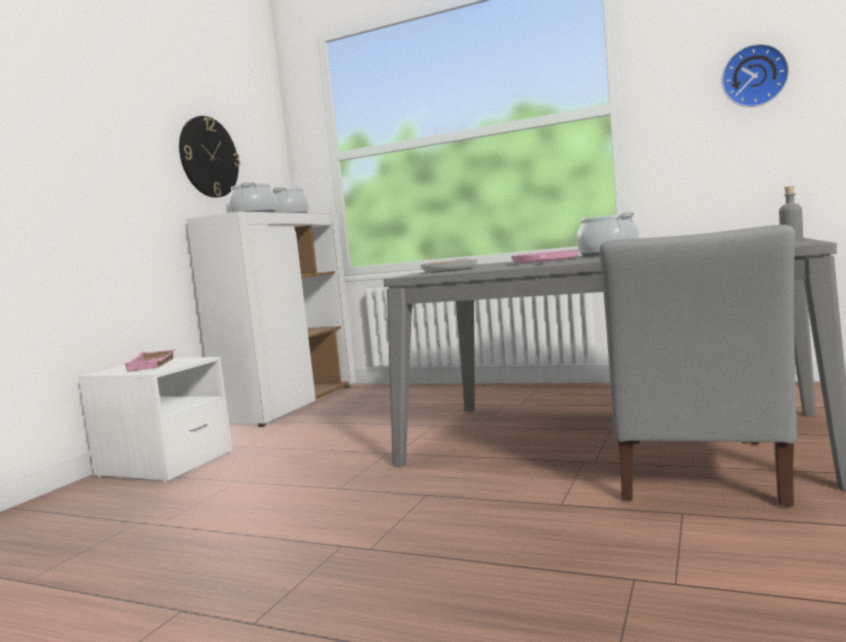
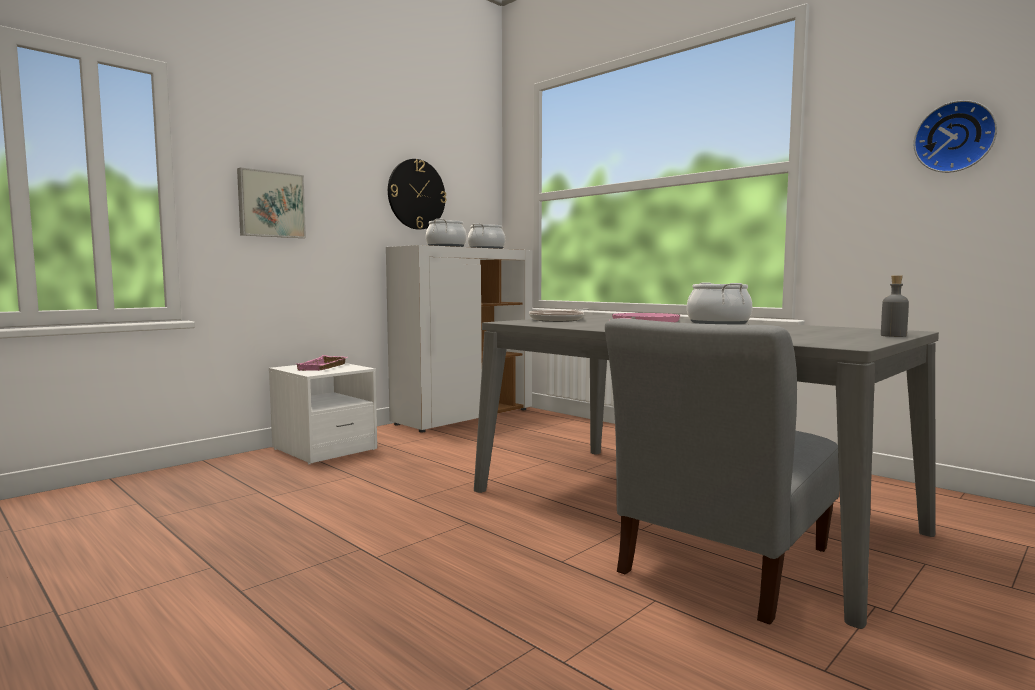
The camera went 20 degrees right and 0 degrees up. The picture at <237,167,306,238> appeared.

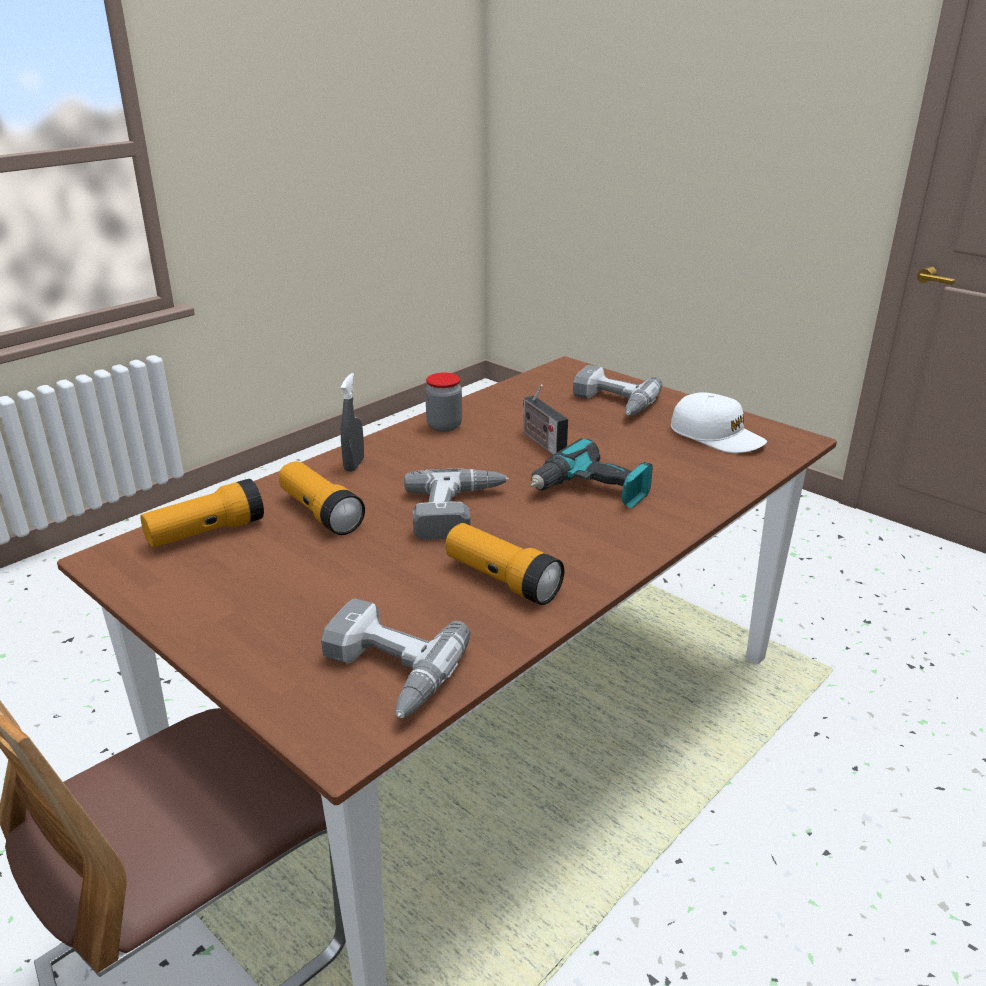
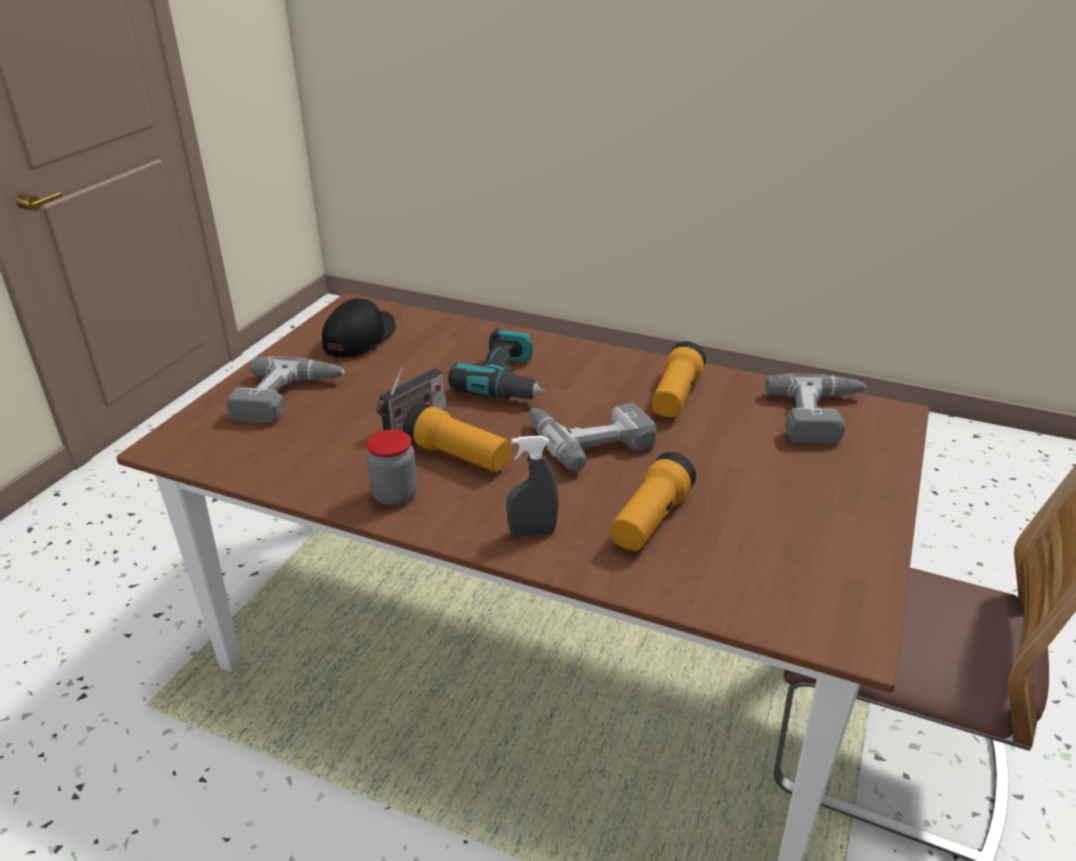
The camera went 110 degrees left and 5 degrees up. The flashlight moved from <140,479,264,548> to <403,403,511,472>. The white cap at <671,392,767,453> became the black cap at <322,298,396,358>.

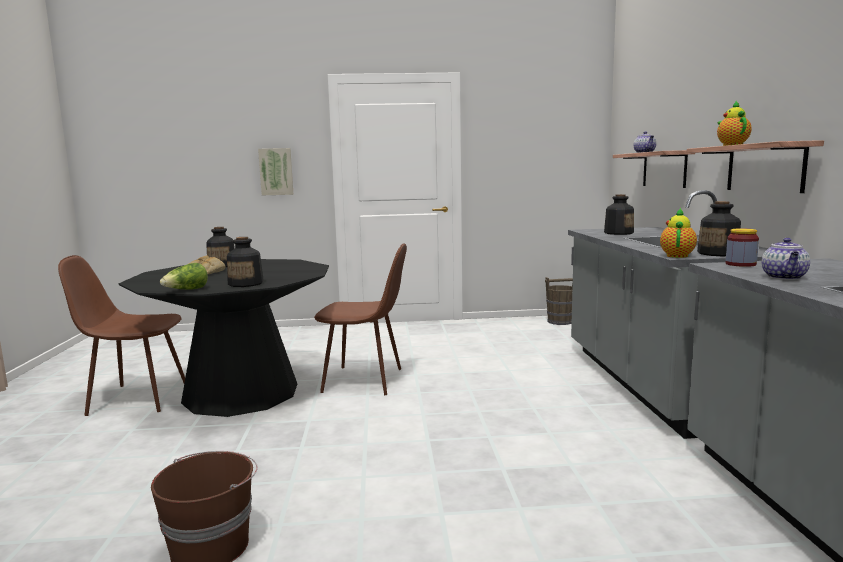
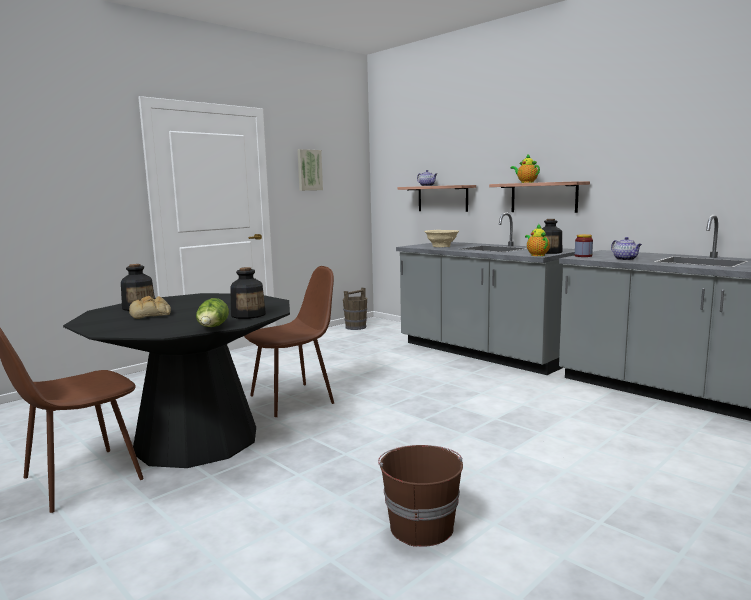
The camera went 40 degrees left and 0 degrees up. The picture moved from <258,148,294,195> to <297,149,323,191>. The bottle at <604,194,634,235> was replaced by the beige bowl at <424,230,459,247>.

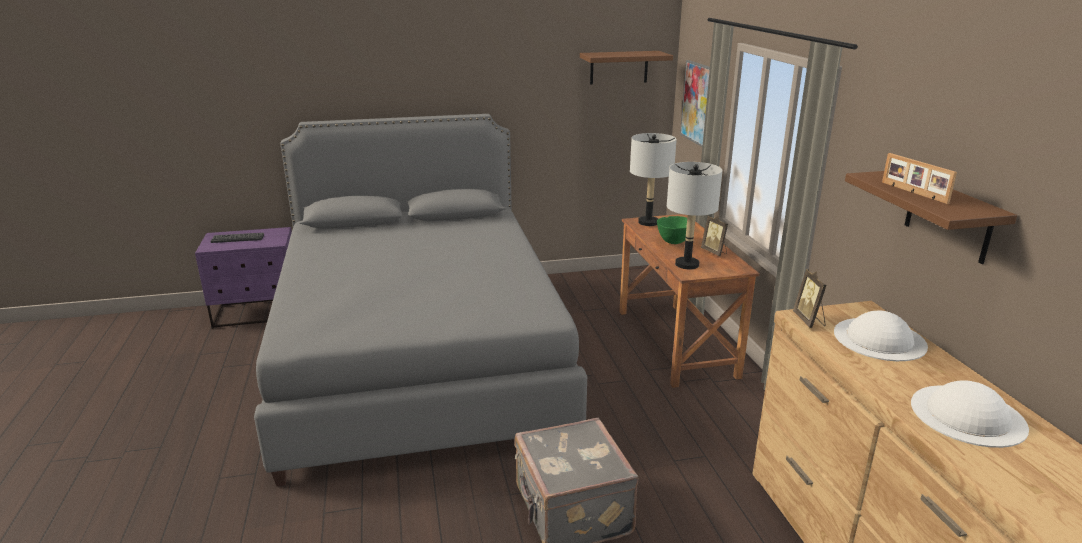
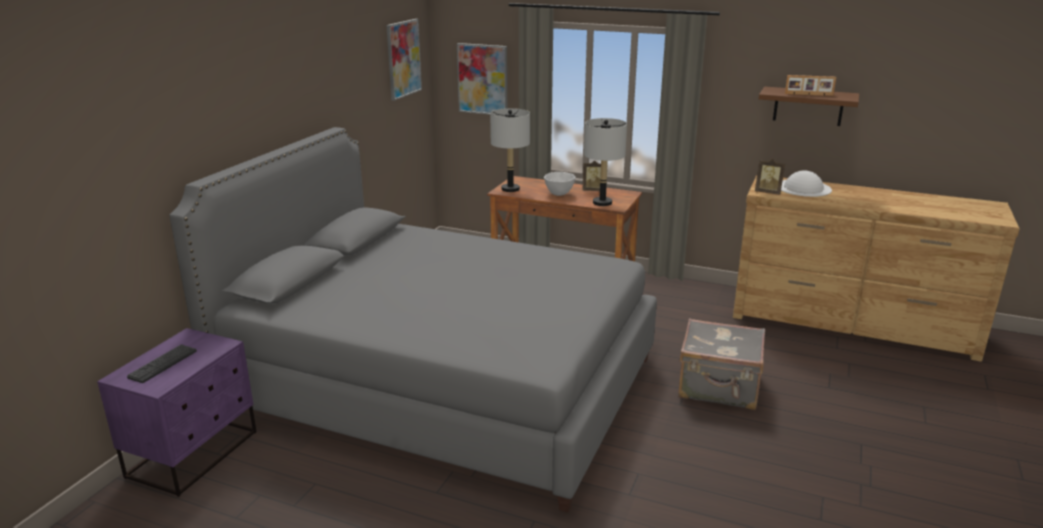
The camera went 55 degrees left and 0 degrees up. The brown shelf at <580,51,673,85> was replaced by the picture at <386,19,422,101>. The green bowl at <657,216,687,244> became the white bowl at <544,172,576,196>. The white hat at <911,380,1029,448> disappeared.

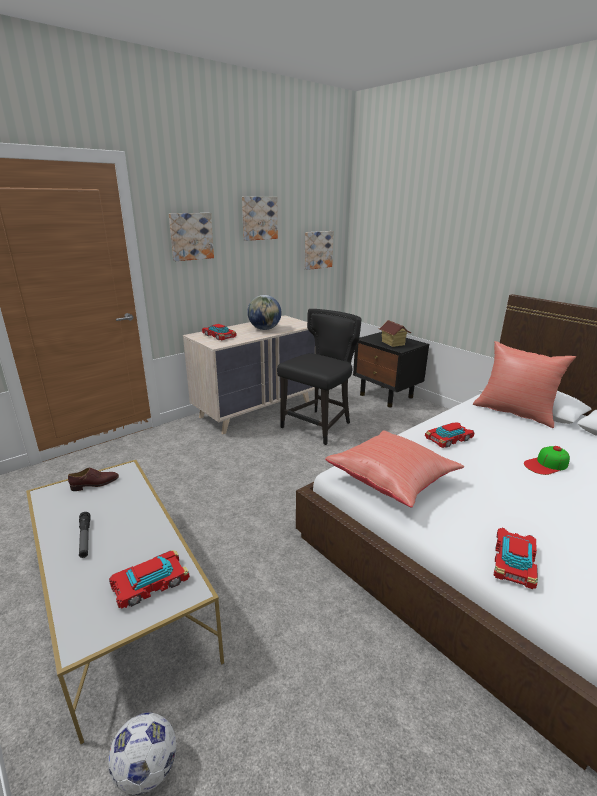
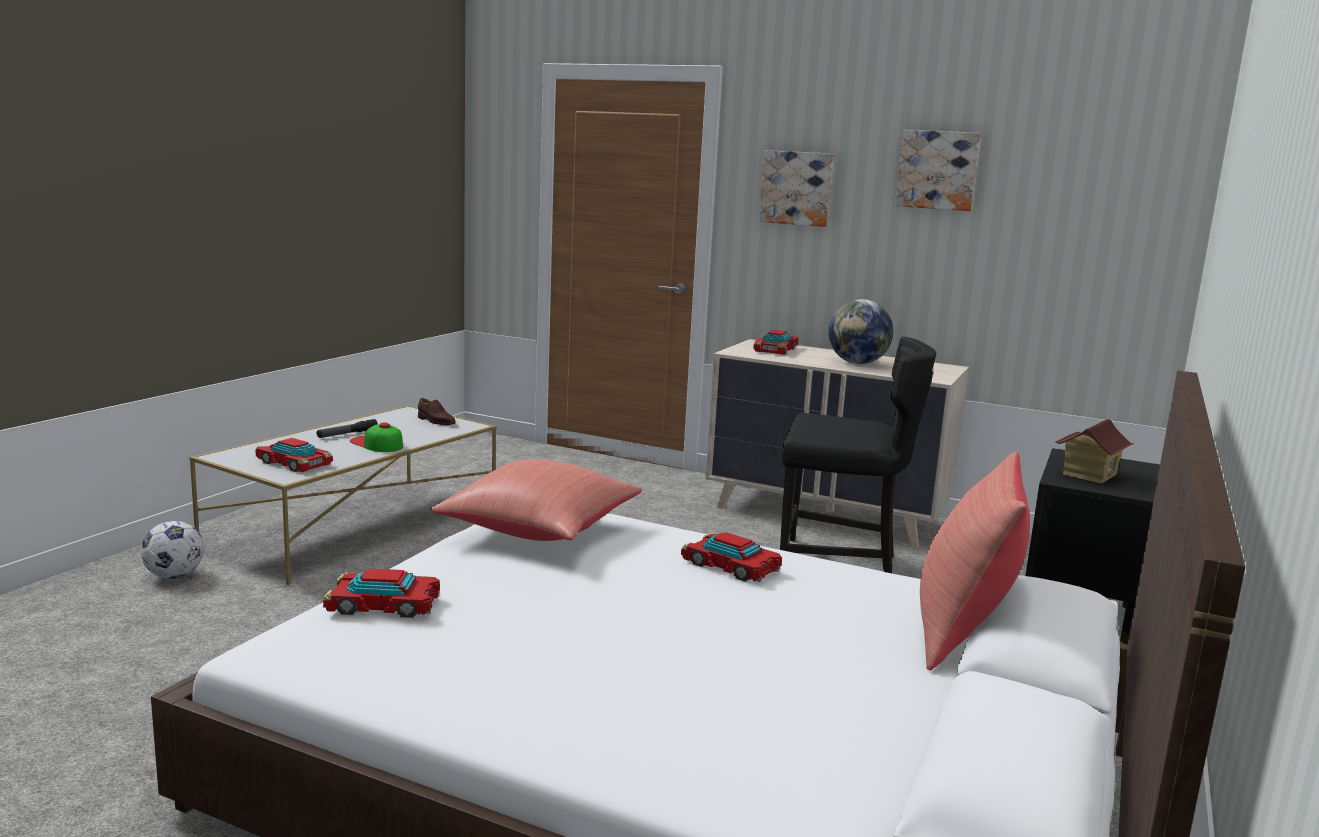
The camera went 65 degrees right and 10 degrees down. The picture at <305,231,334,270> disappeared. The cap moved from <524,446,570,475> to <350,422,403,452>.

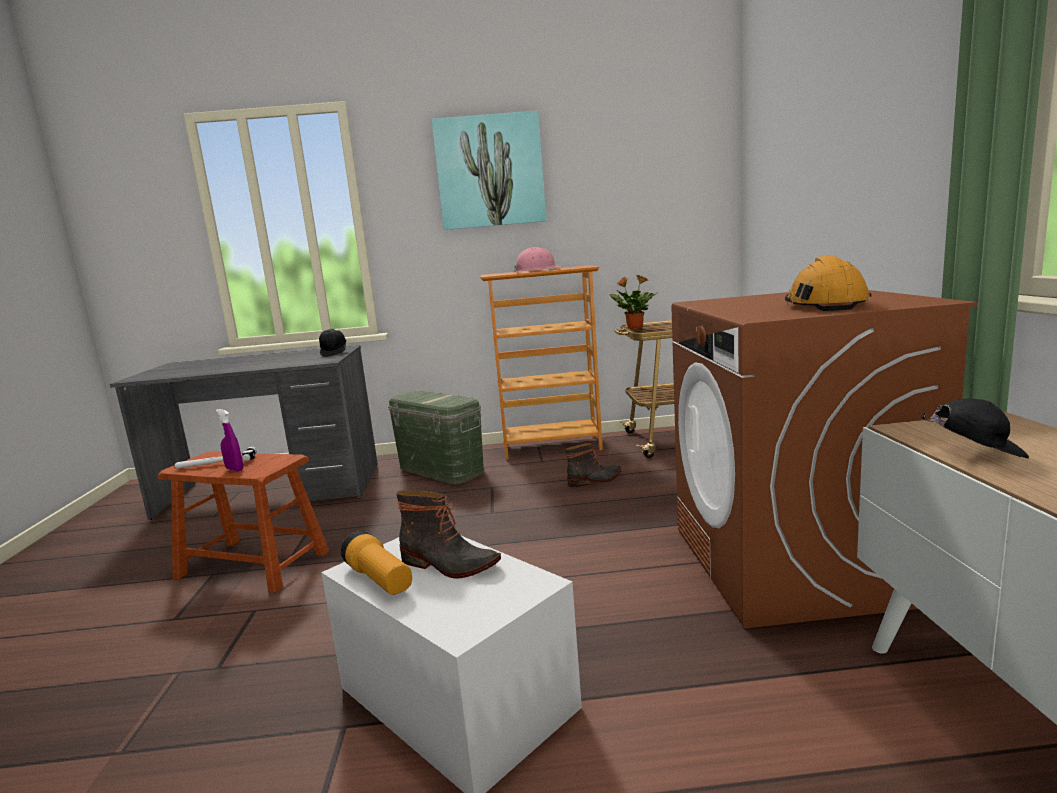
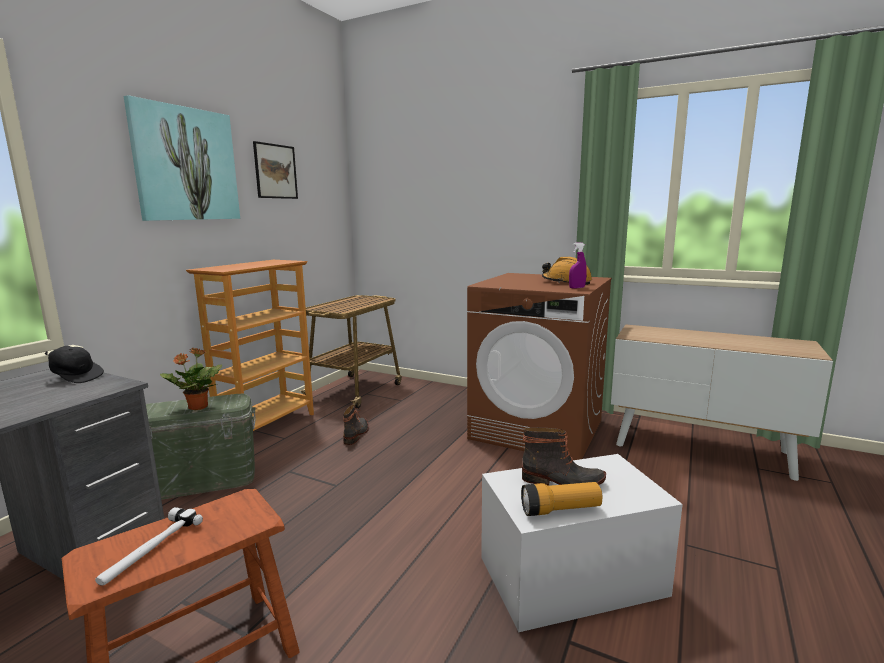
The camera went 60 degrees left and 0 degrees up. The purple spray bottle moved from <216,409,243,472> to <569,243,587,288>. The boot at <396,490,501,578> turned 45 degrees clockwise. The pink hard hat at <514,247,563,272> disappeared. The potted plant moved from <610,275,657,329> to <160,347,222,410>. The black cap at <921,398,1029,458> disappeared. The picture at <253,141,298,199> appeared.

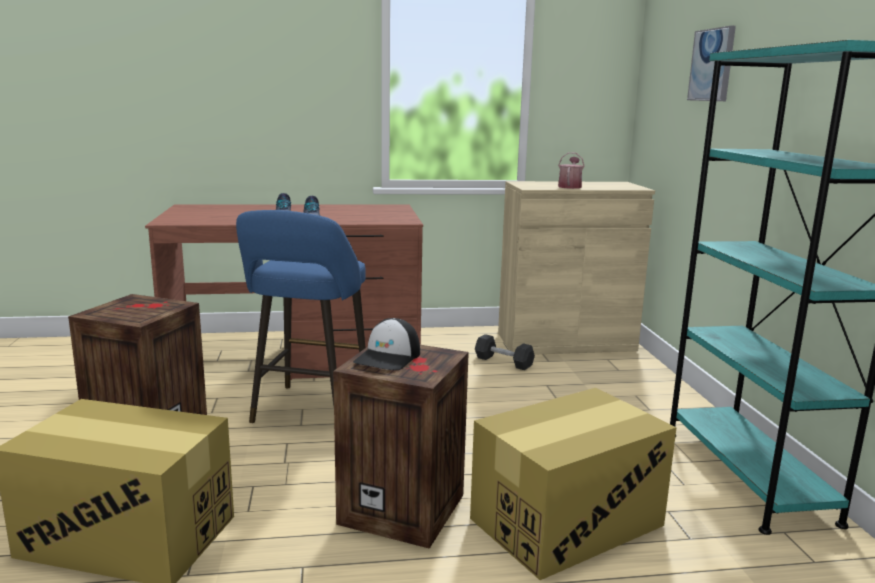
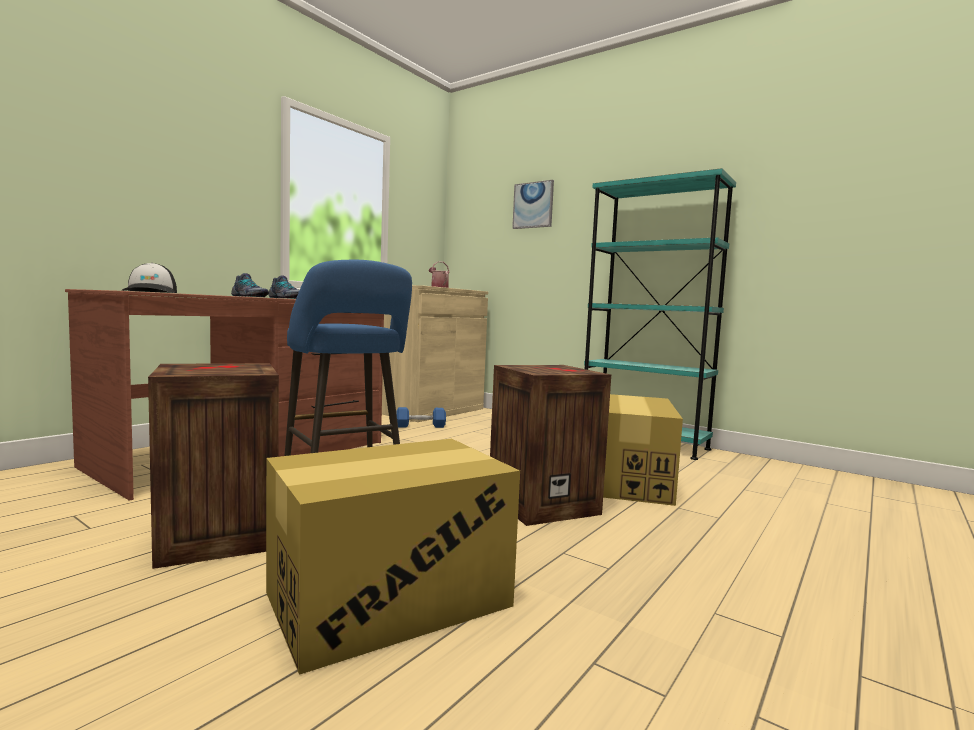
The camera went 45 degrees left and 10 degrees down. The cap moved from <353,318,420,370> to <122,263,177,293>. The black dumbbell at <475,334,535,370> became the blue dumbbell at <396,407,446,428>.

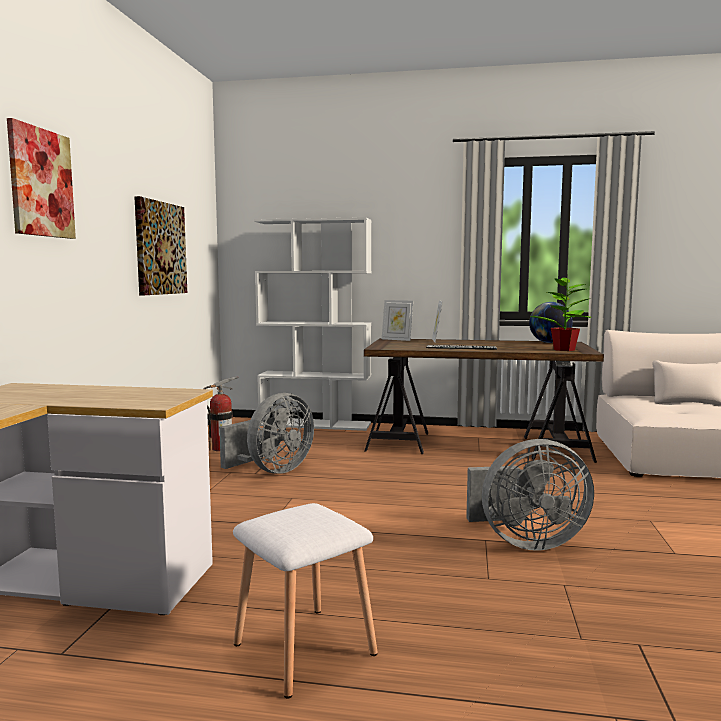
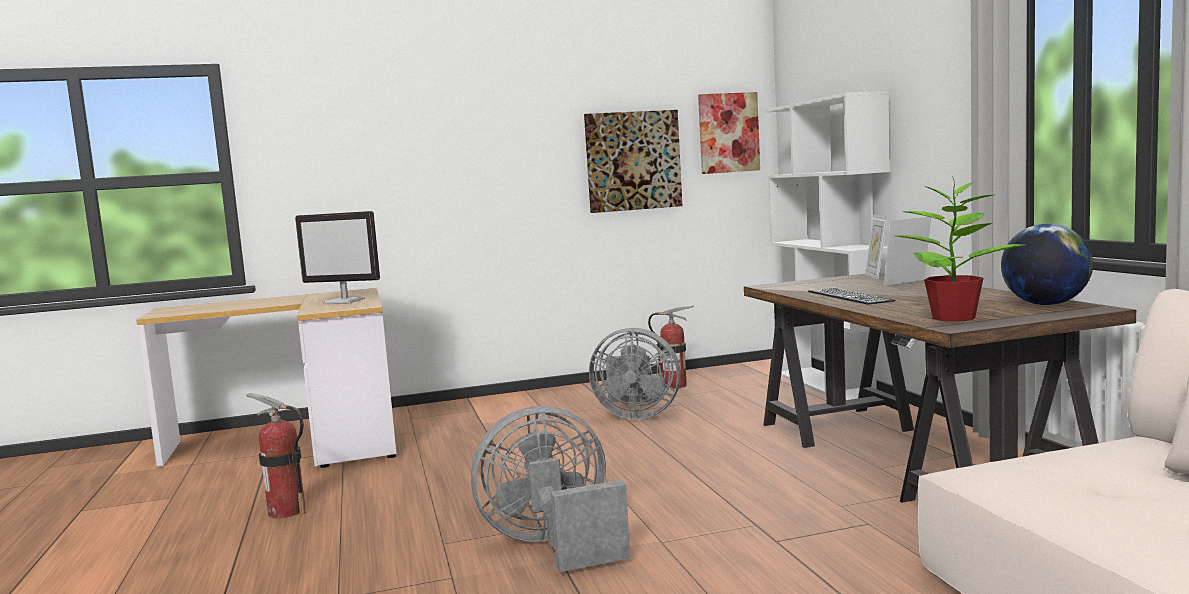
The camera went 65 degrees right and 0 degrees up. The picture moved from <7,118,76,239> to <698,92,760,174>. The white stool at <233,503,378,698> was replaced by the fire extinguisher at <246,393,305,518>. The grey fan at <466,439,594,551> turned 105 degrees clockwise. The monitor at <295,211,380,304> appeared.

